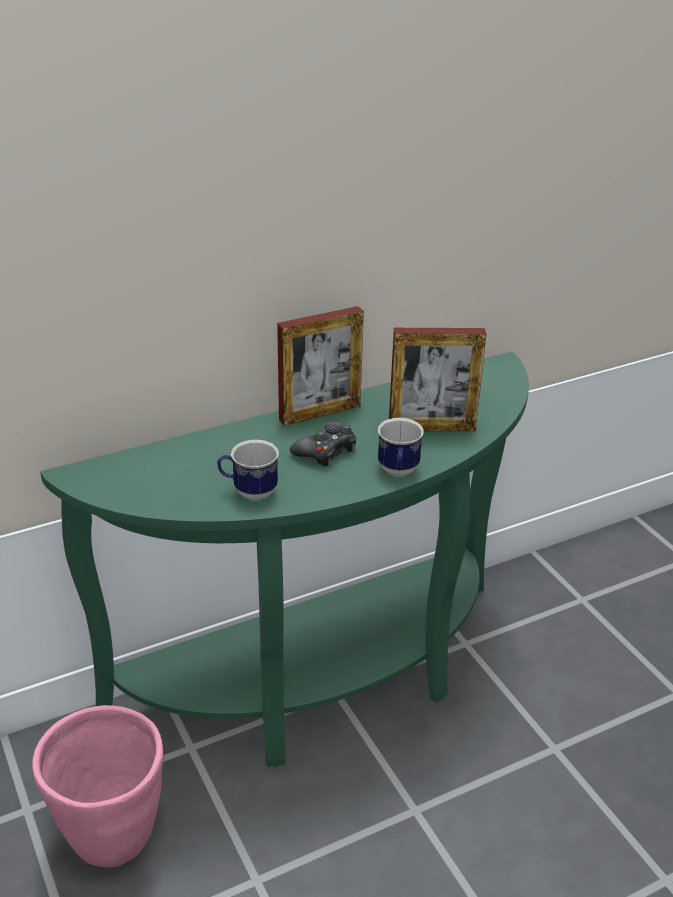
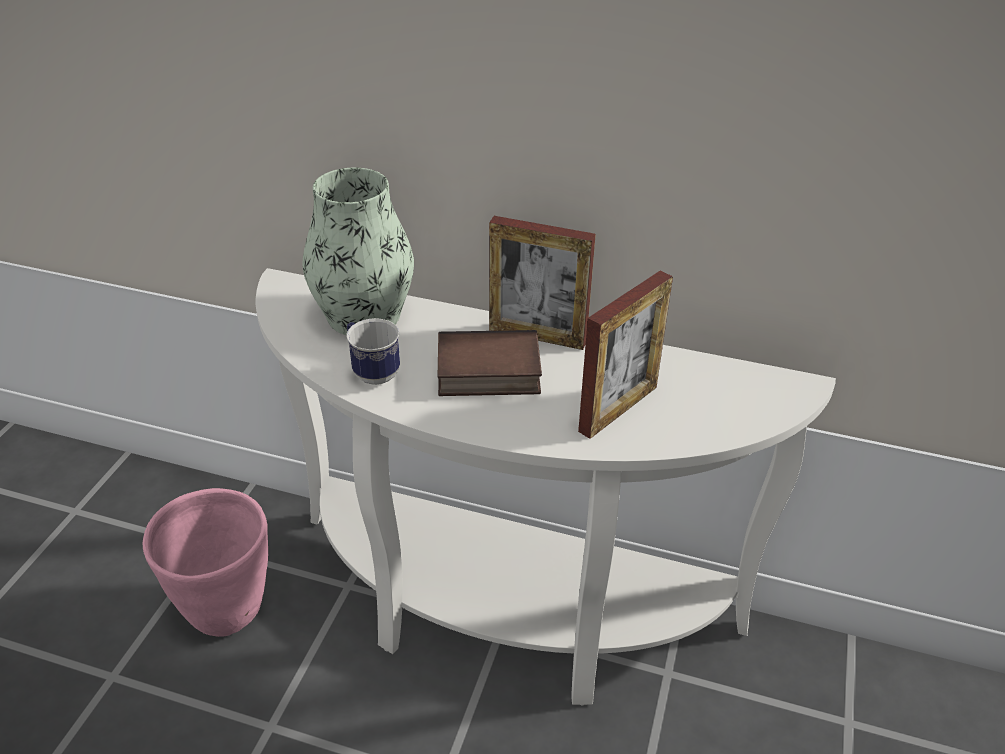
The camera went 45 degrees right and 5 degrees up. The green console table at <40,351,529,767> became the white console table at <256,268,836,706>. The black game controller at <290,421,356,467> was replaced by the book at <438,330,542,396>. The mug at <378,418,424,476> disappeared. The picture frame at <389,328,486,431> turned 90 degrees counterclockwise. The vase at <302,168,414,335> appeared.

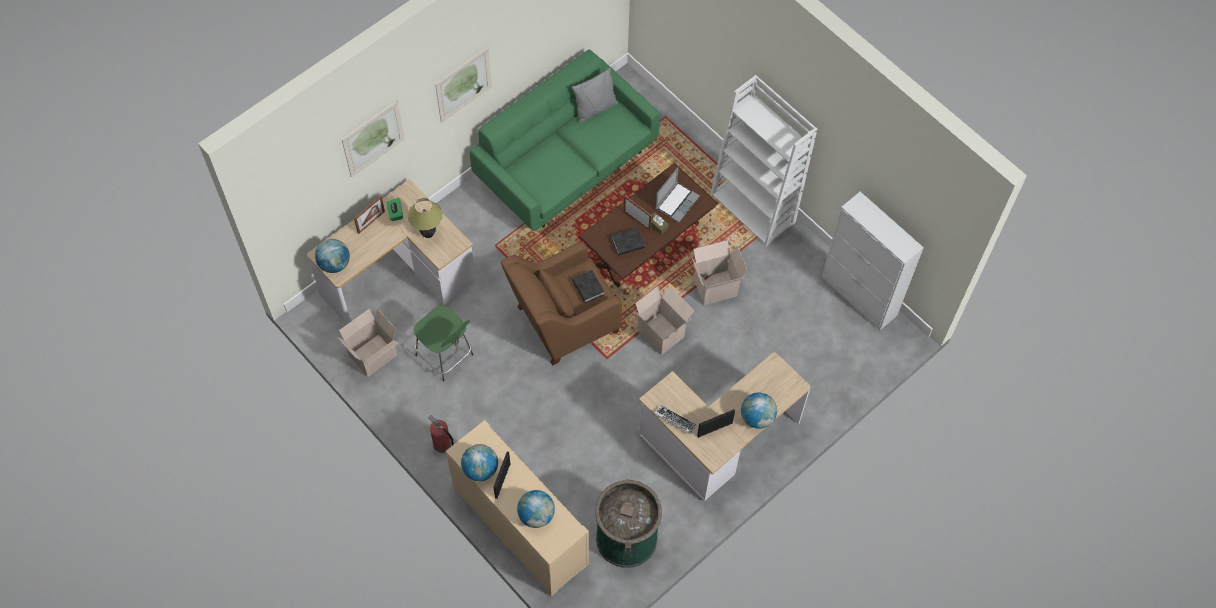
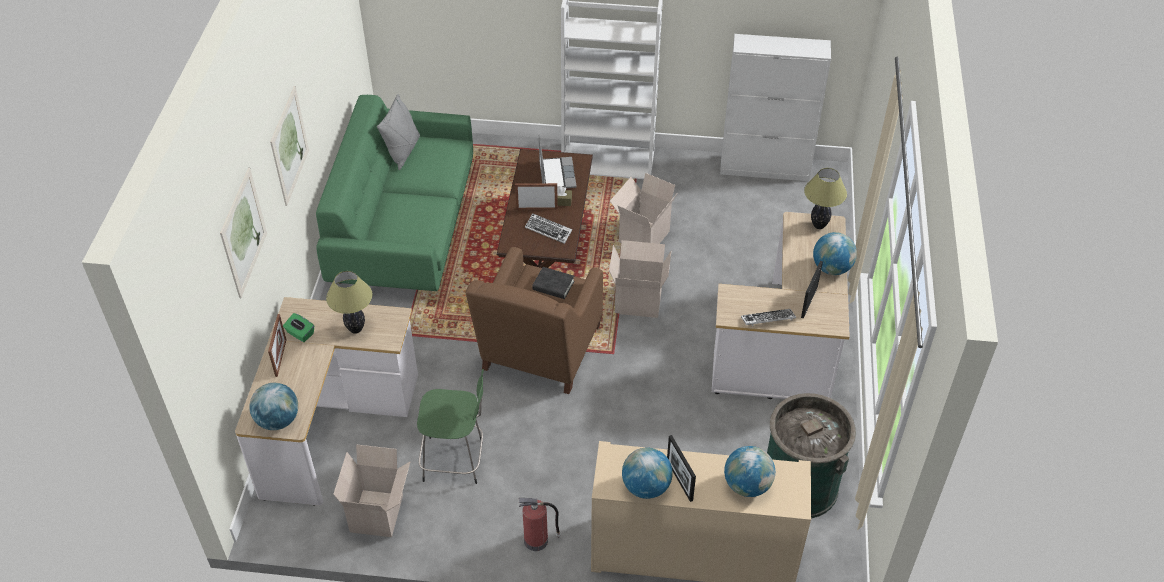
The camera went 40 degrees left and 15 degrees down. The black book at <612,227,645,255> was replaced by the keyboard at <525,213,572,244>. The table lamp at <804,168,847,229> appeared.

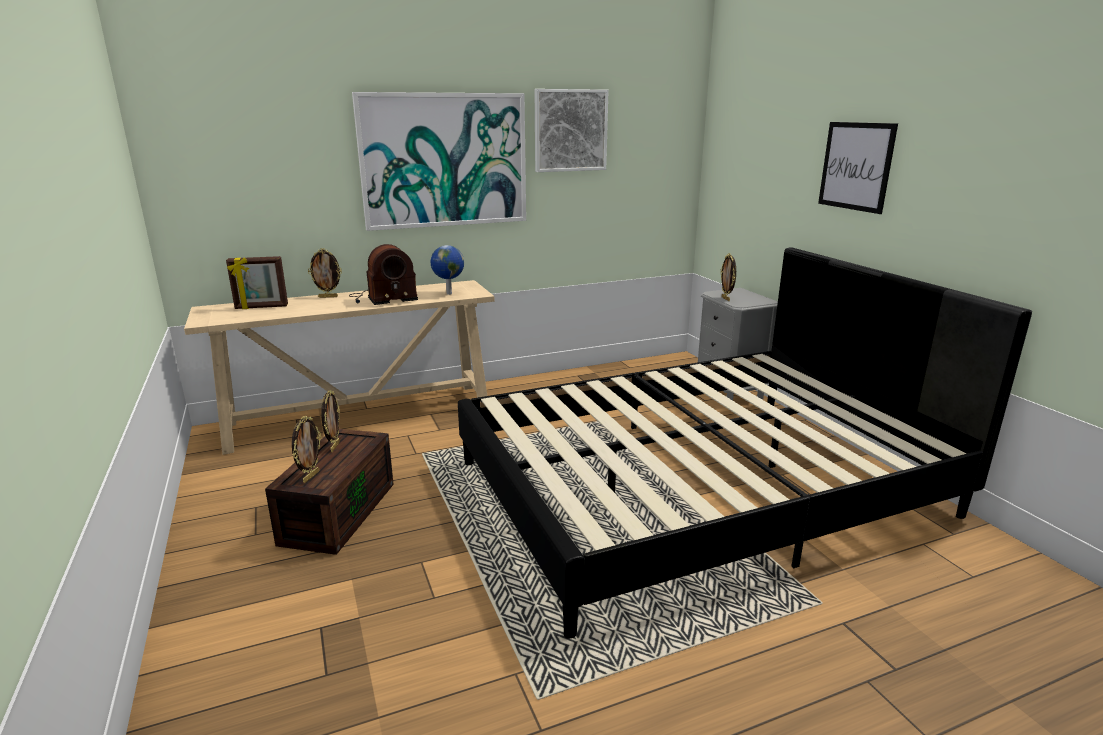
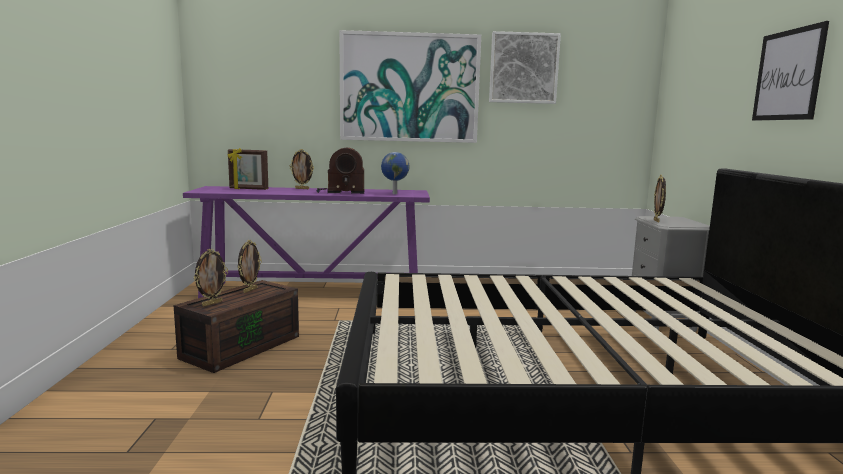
The camera went 20 degrees right and 10 degrees down. The beige console table at <184,280,495,455> became the purple console table at <183,186,430,298>.

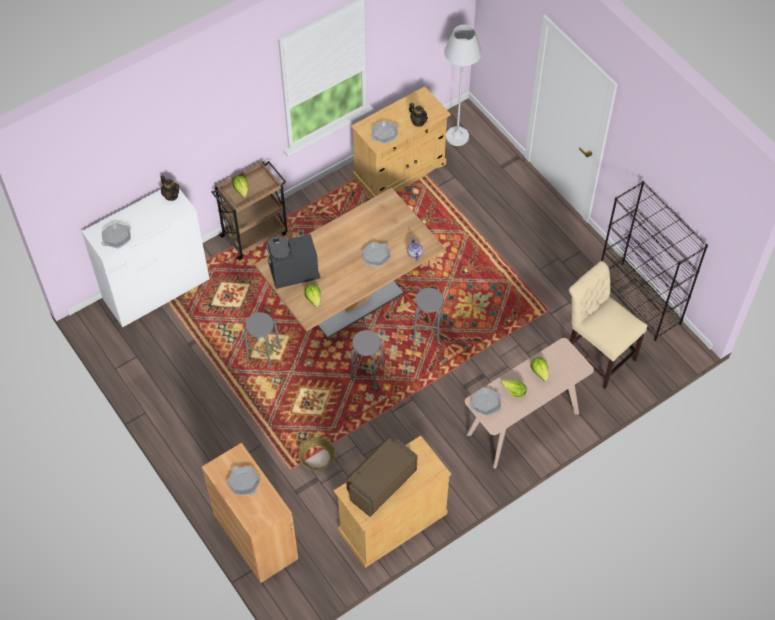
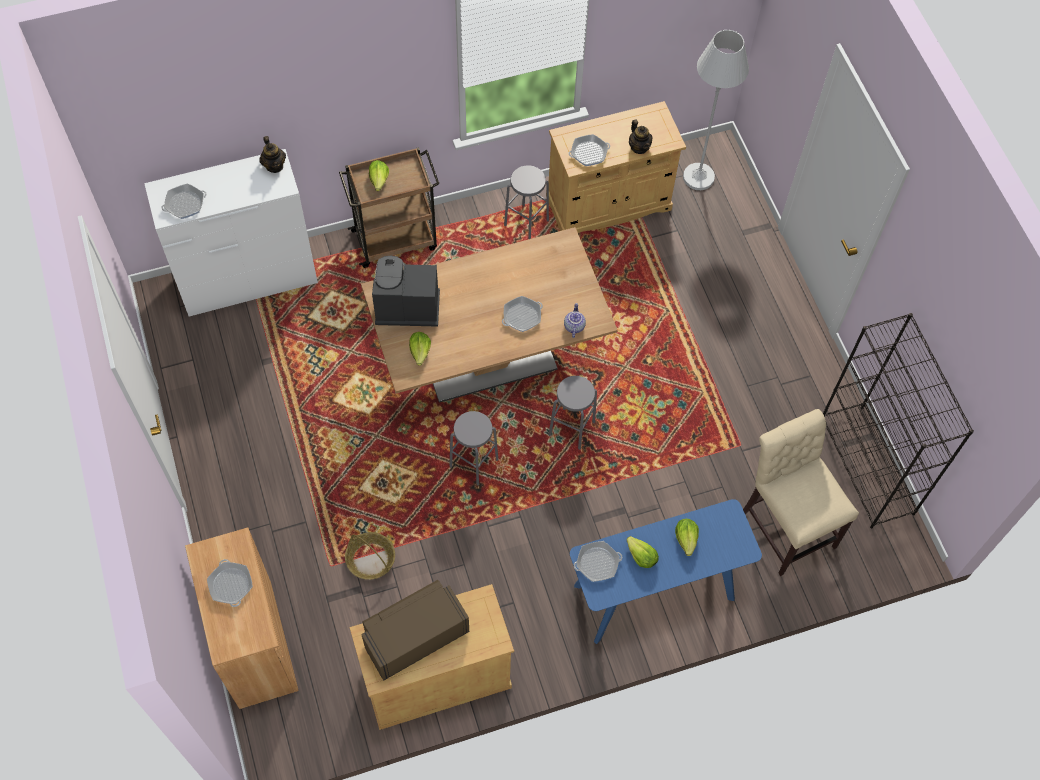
The camera went 15 degrees right and 5 degrees up. The grey stool moved from <244,312,281,369> to <504,165,549,239>. The beige console table at <465,338,594,469> became the blue console table at <570,499,762,644>.

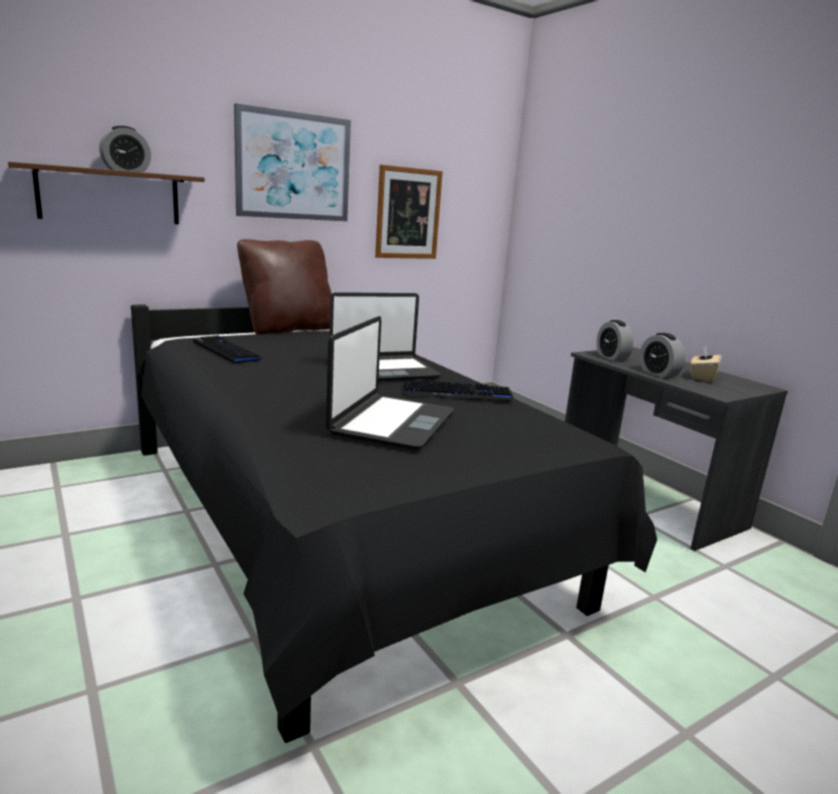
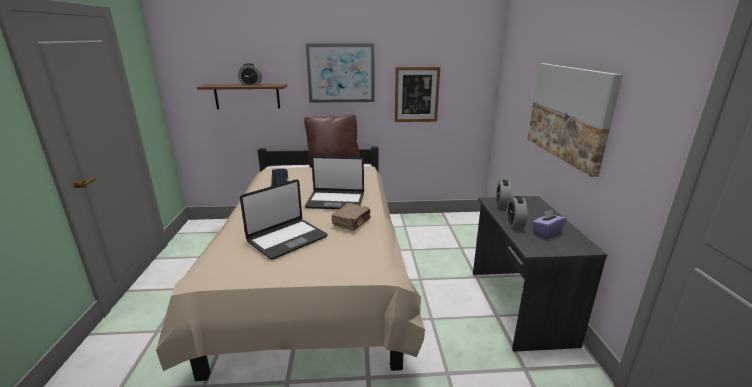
The camera went 30 degrees right and 5 degrees up. The black bed at <131,304,657,743> became the beige bed at <156,146,425,381>. The keyboard at <403,379,514,401> was replaced by the brown book at <331,203,371,230>. The beige tissue box at <691,346,722,382> became the purple tissue box at <533,209,567,237>. The picture at <527,63,623,177> appeared.

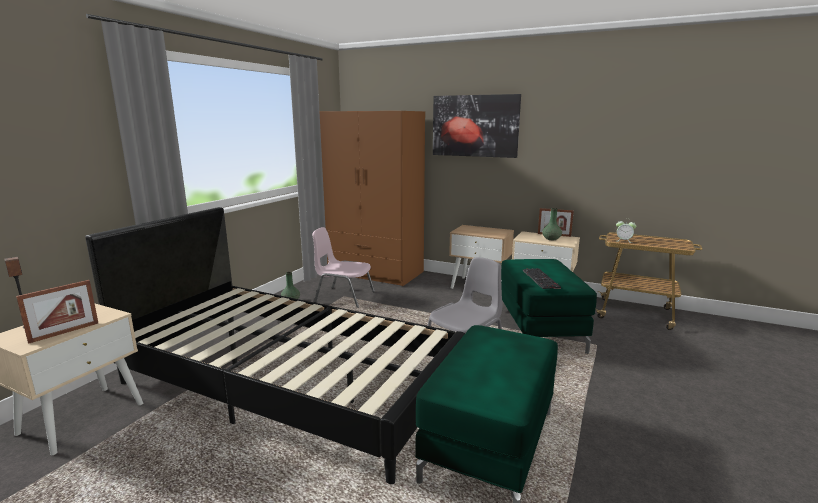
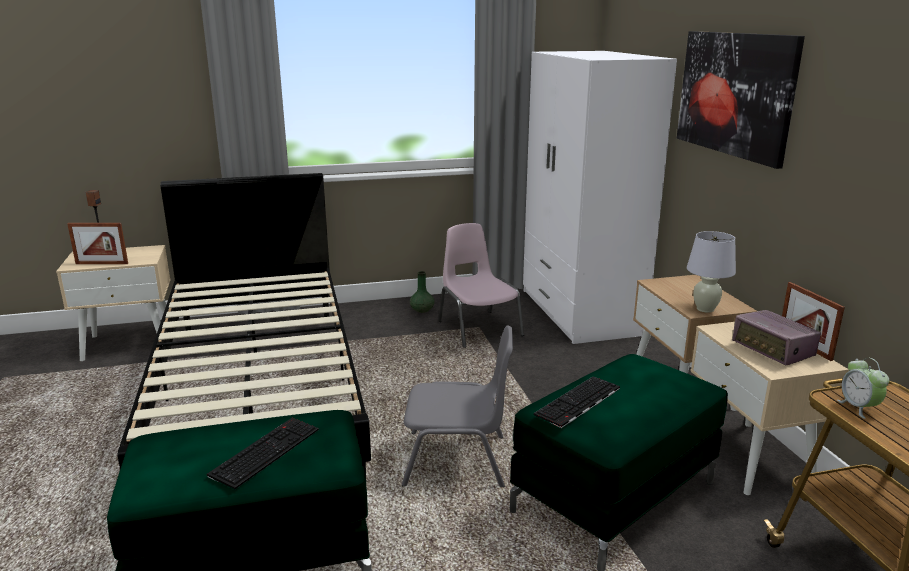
The camera went 50 degrees right and 5 degrees up. The brown wardrobe at <319,111,425,286> became the white wardrobe at <523,51,677,344>. The green vase at <542,208,562,240> was replaced by the radio at <732,310,821,366>. The keyboard at <207,418,319,489> appeared. The white table lamp at <687,231,736,313> appeared.

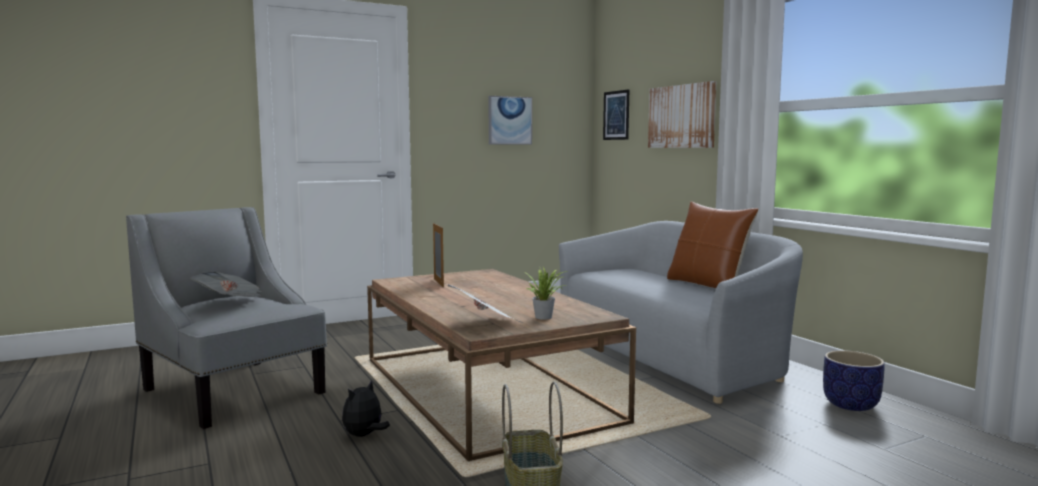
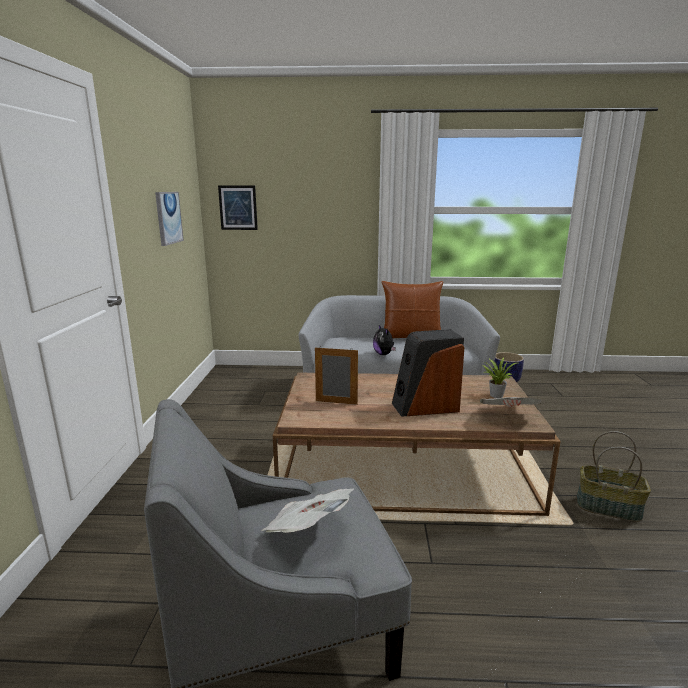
The camera went 60 degrees left and 10 degrees up. The plush toy moved from <342,380,390,437> to <373,325,396,355>. The picture at <648,81,717,148> disappeared. The speaker at <392,329,464,417> appeared.

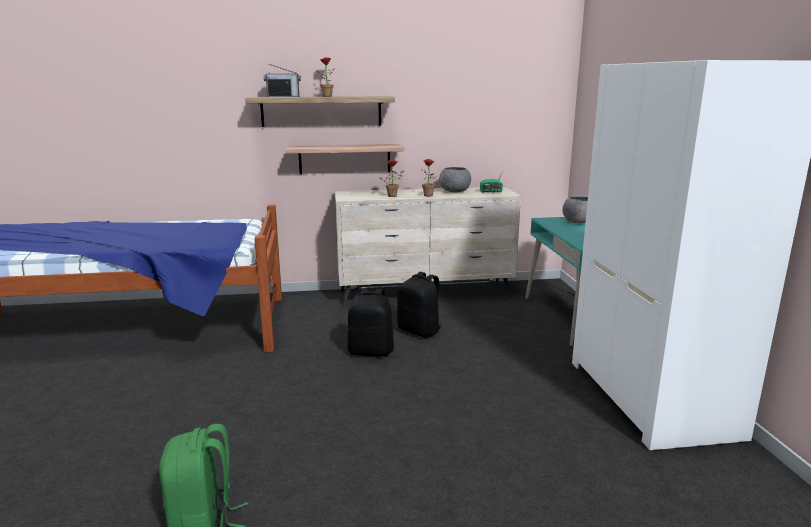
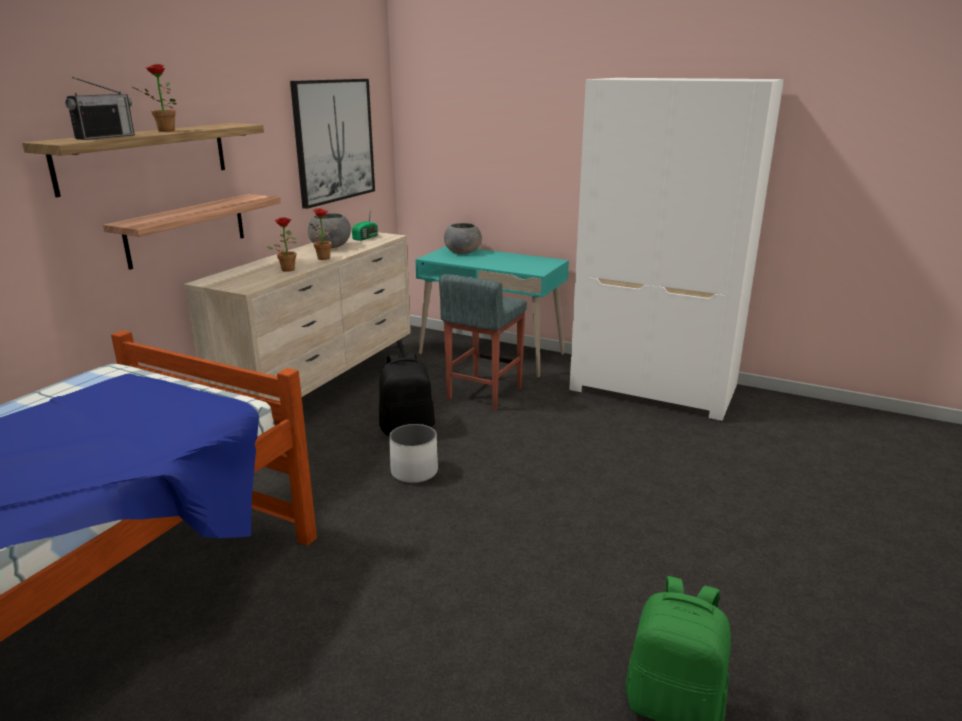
The camera went 55 degrees left and 5 degrees up. The black backpack at <347,288,394,357> was replaced by the white planter at <389,424,438,483>. The picture at <290,79,375,209> appeared. The grey stool at <439,274,527,411> appeared.

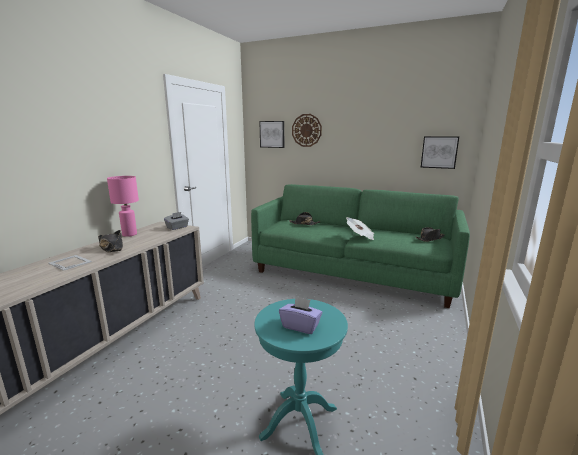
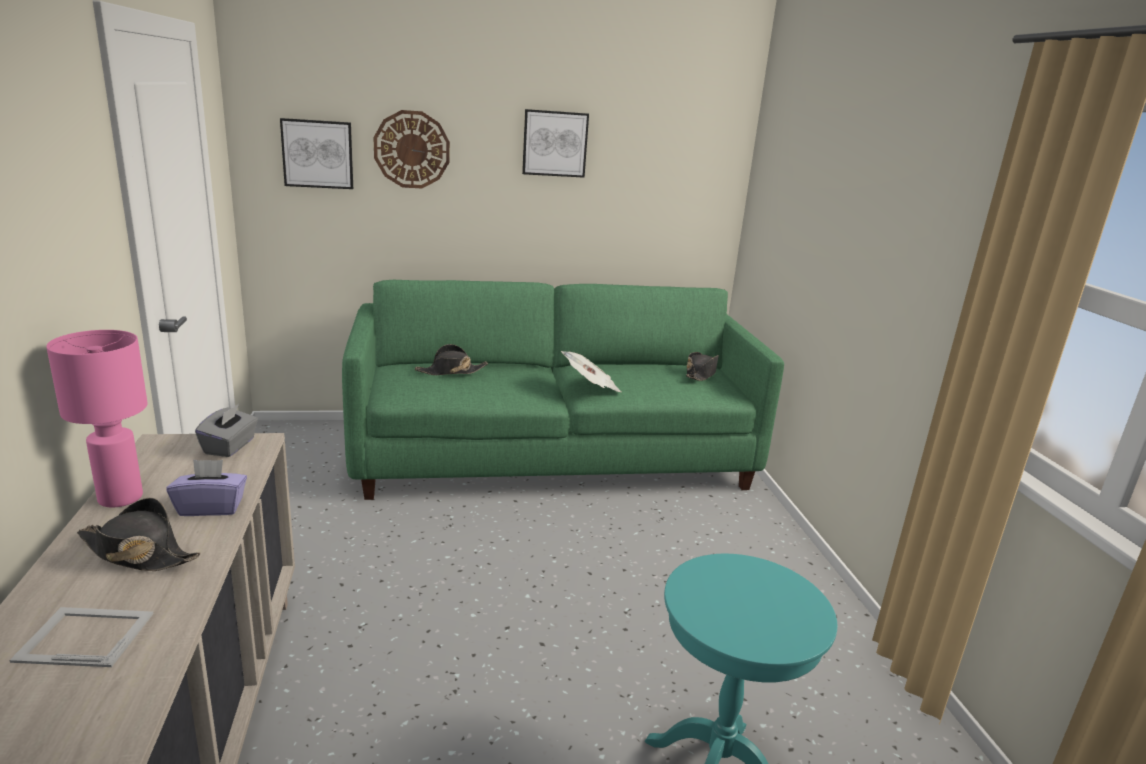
The camera went 35 degrees left and 5 degrees up. The purple tissue box moved from <279,296,322,334> to <166,460,247,516>. The picture moved from <421,136,459,169> to <522,109,589,178>.

